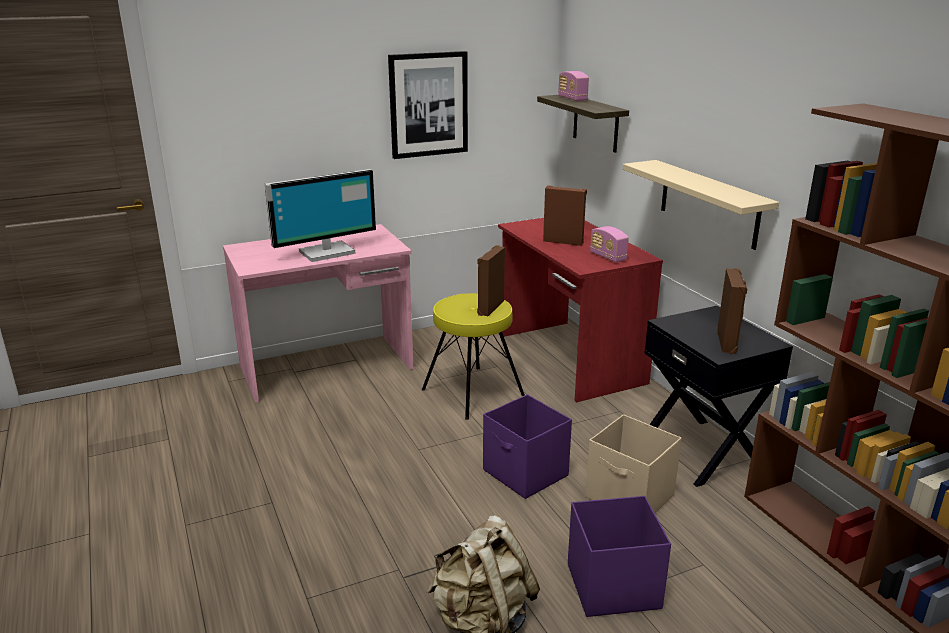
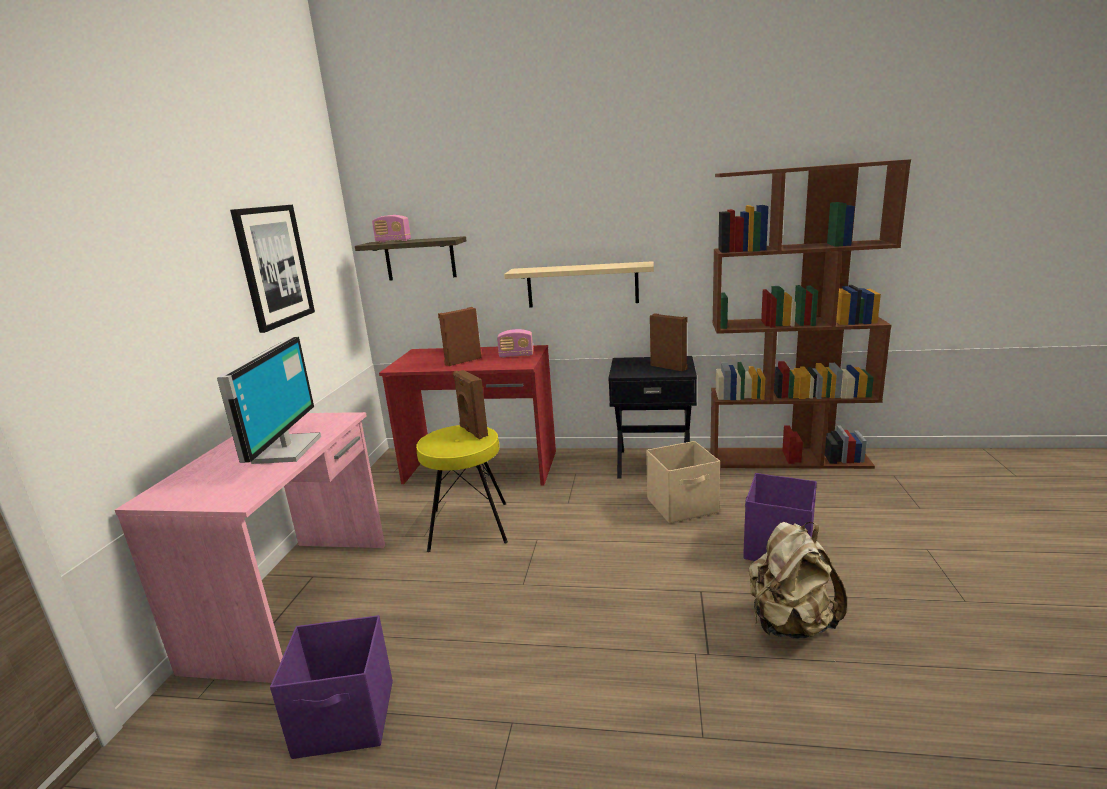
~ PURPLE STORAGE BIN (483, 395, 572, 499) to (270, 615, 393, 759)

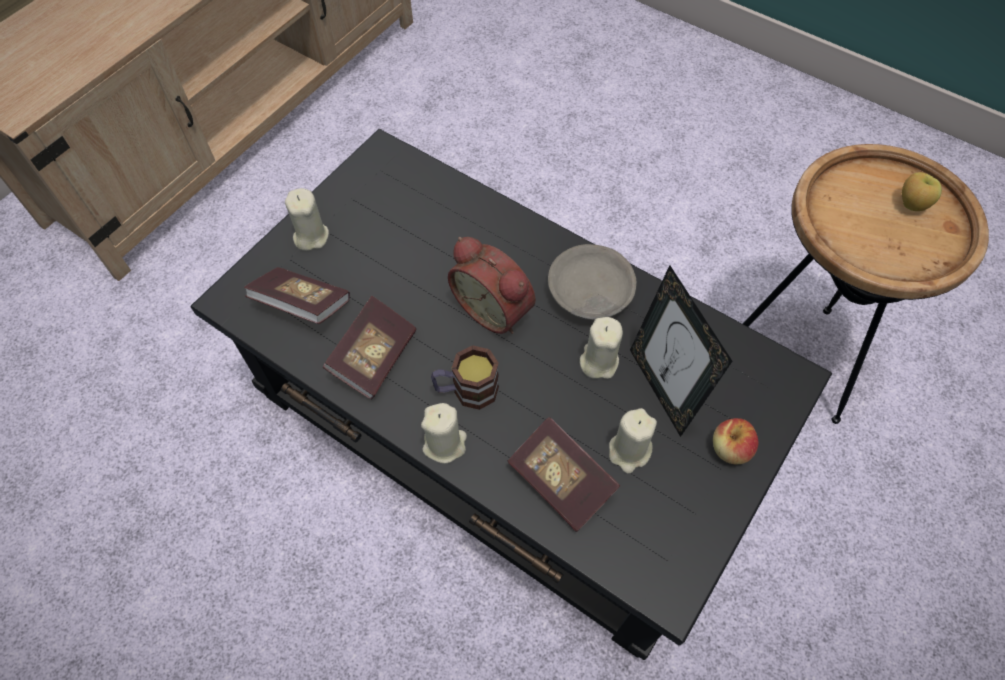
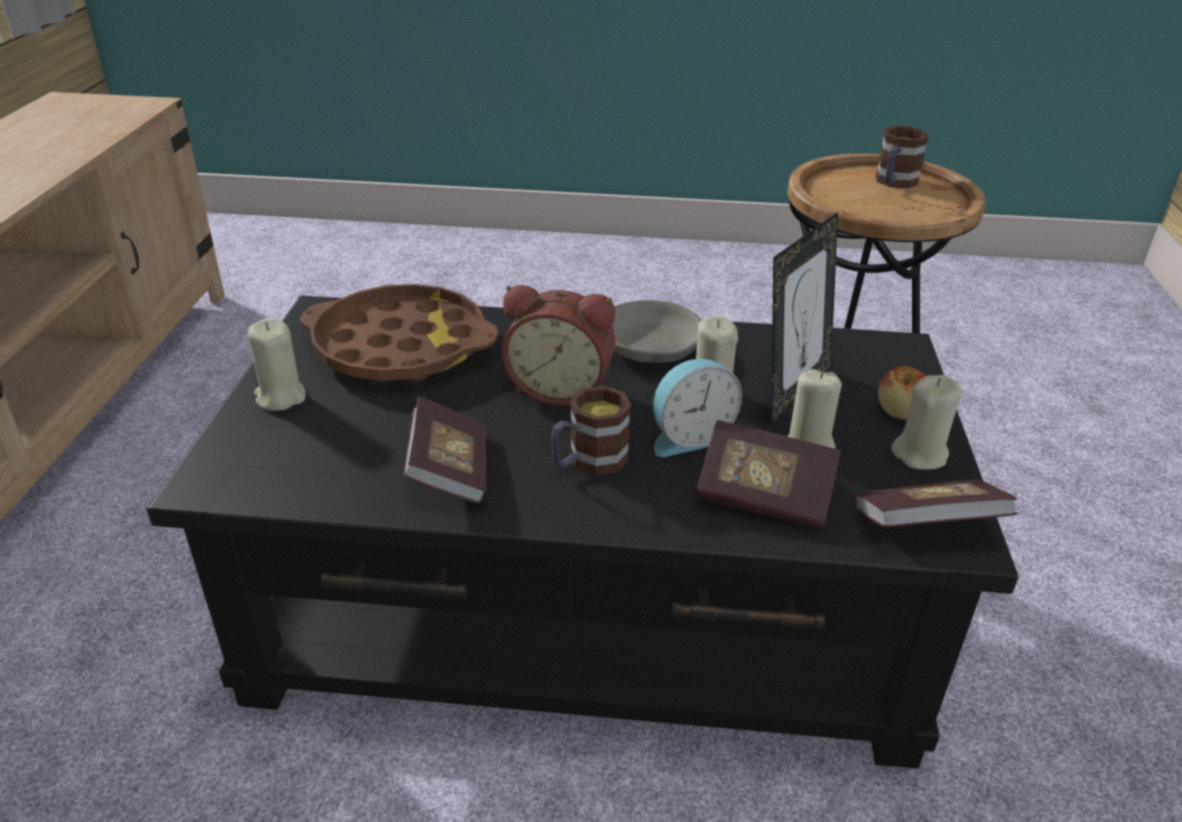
~ APPLE (902, 172, 942, 211) to COFFEE MUG (876, 126, 929, 188)
~ PICTURE FRAME (630, 265, 732, 437) = (771, 212, 838, 425) 90 degrees counterclockwise
~ VOLUME (244, 267, 350, 324) to (854, 479, 1018, 527)
~ BEIGE-COLOURED CANDLE (421, 403, 467, 463) to (891, 375, 961, 470)
+ BROWNISH SERVING TRAY (300, 284, 498, 381)
+ TABLE CLOCK (653, 359, 742, 457)

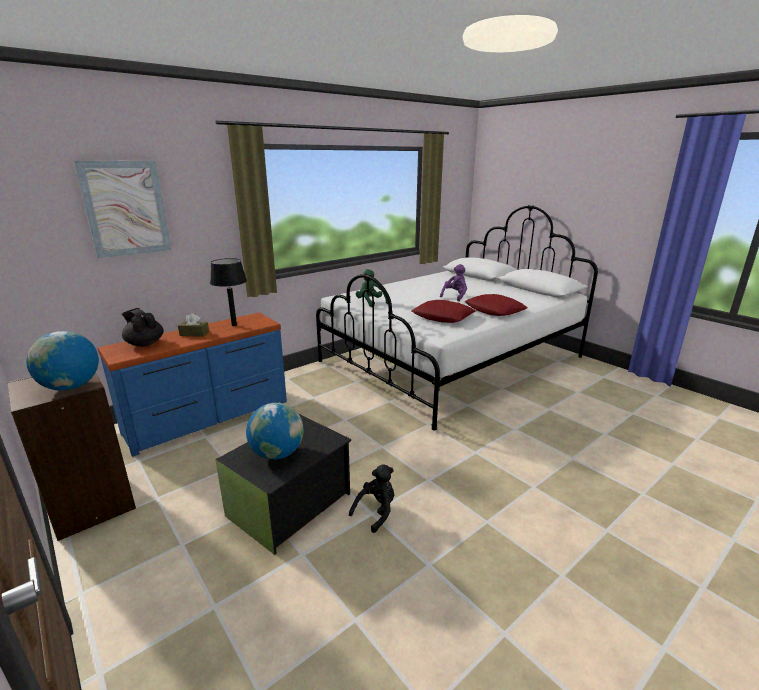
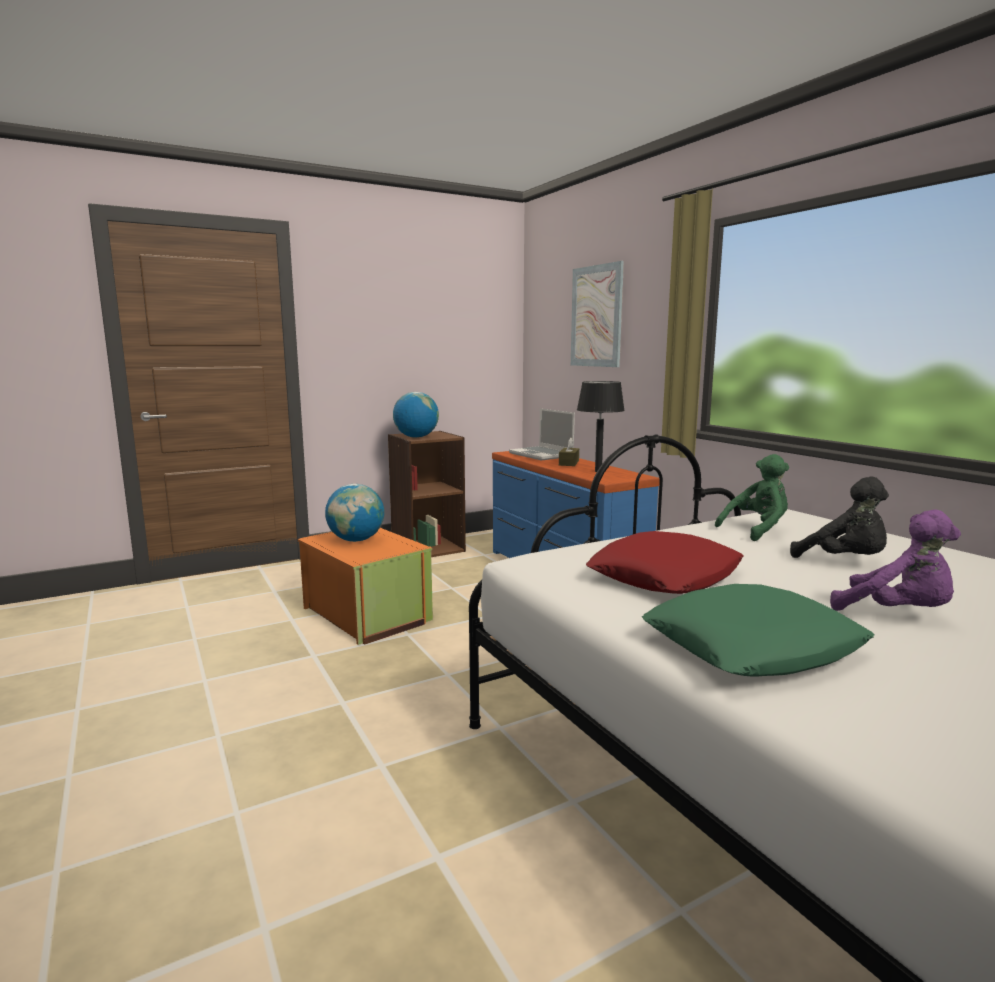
~ REDDISH THROW PILLOW (465, 294, 527, 316) to GREEN THROW PILLOW (642, 584, 874, 677)
~ BLACK TEA POT (122, 308, 164, 347) to NOTEBOOK COMPUTER (509, 408, 575, 461)
~ BLACK STORAGE BIN (215, 414, 351, 555) to ORANGE-COLOURED STORAGE BIN (298, 528, 433, 645)
~ BLACK CUDDLY TOY (349, 464, 394, 533) to (790, 477, 889, 558)

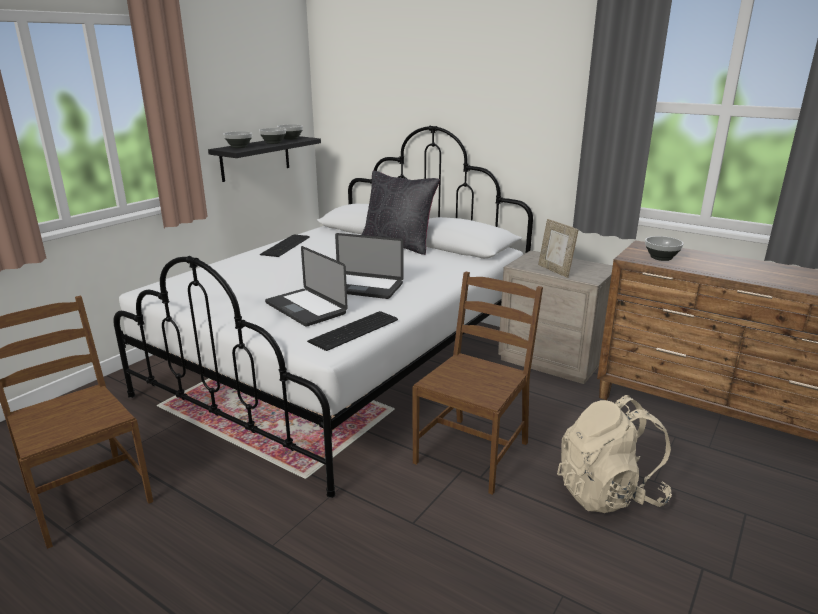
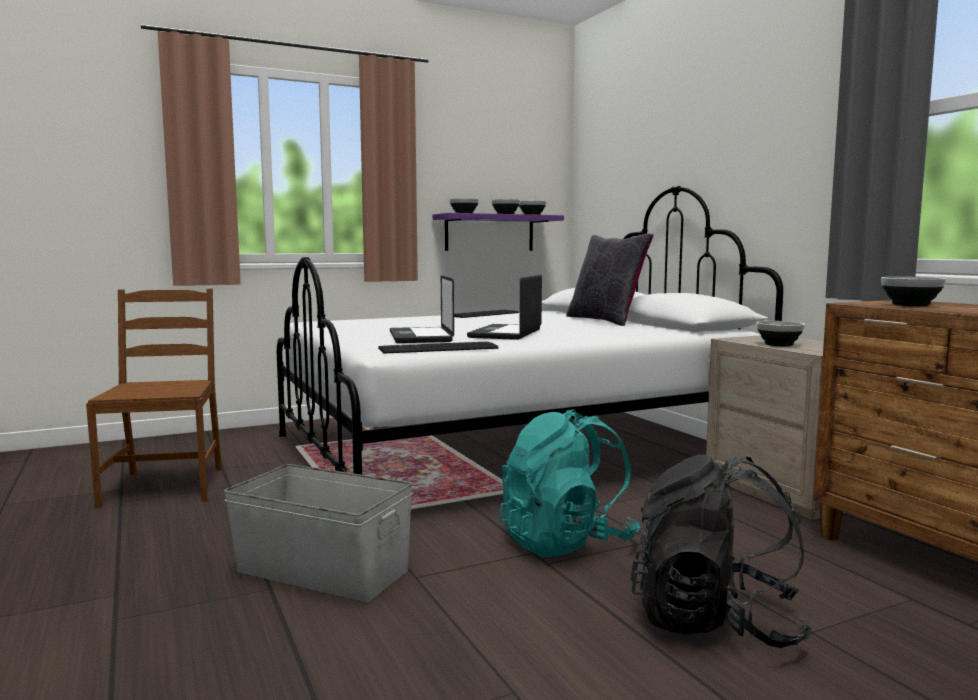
~ BLACK SHELF (208, 136, 321, 182) to PURPLE SHELF (432, 213, 564, 251)
~ PICTURE FRAME (538, 219, 578, 278) to DEEP DISH (756, 321, 805, 346)
~ NOTEBOOK COMPUTER (335, 233, 404, 299) = (467, 275, 542, 340) 60 degrees clockwise
~ BROWNISH PLAIN CHAIR (412, 272, 543, 495) to BLUE-GREEN KNAPSACK (499, 409, 640, 557)
~ BEIGE-COLOURED KNAPSACK (557, 395, 672, 513) to BLACK KNAPSACK (631, 455, 814, 648)
+ GREY STORAGE BIN (224, 464, 413, 602)

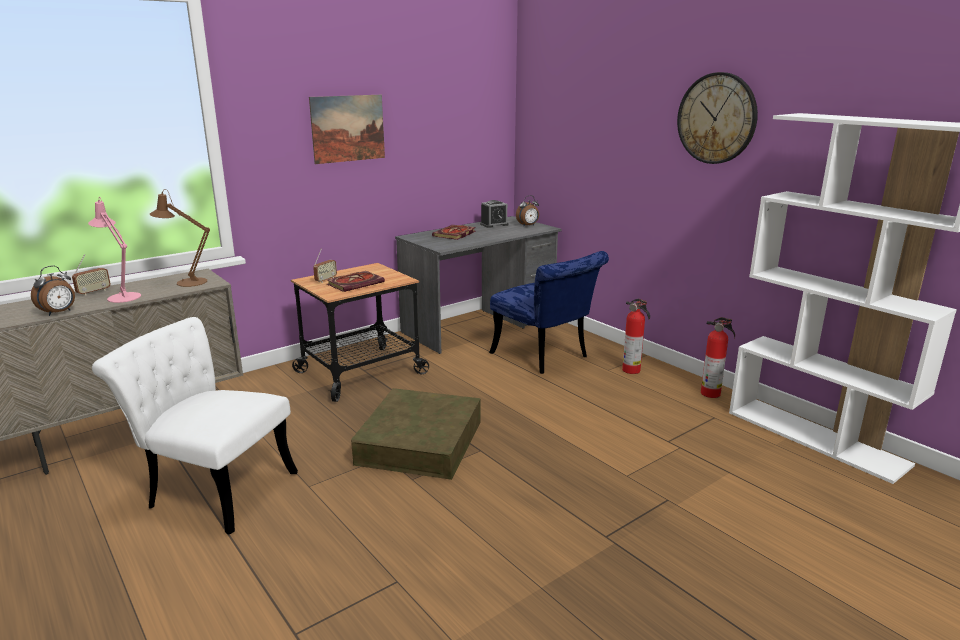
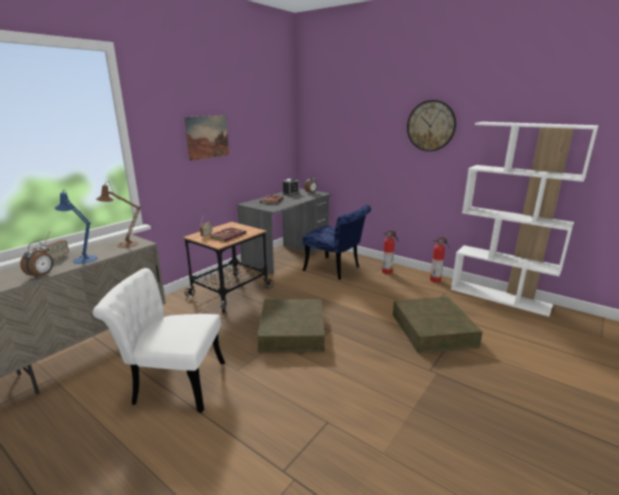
~ PINKISH TABLE LAMP (88, 197, 141, 303) to BLUE-COLOURED TABLE LAMP (55, 189, 97, 264)
+ BROWNISH STORAGE BIN (393, 297, 483, 353)

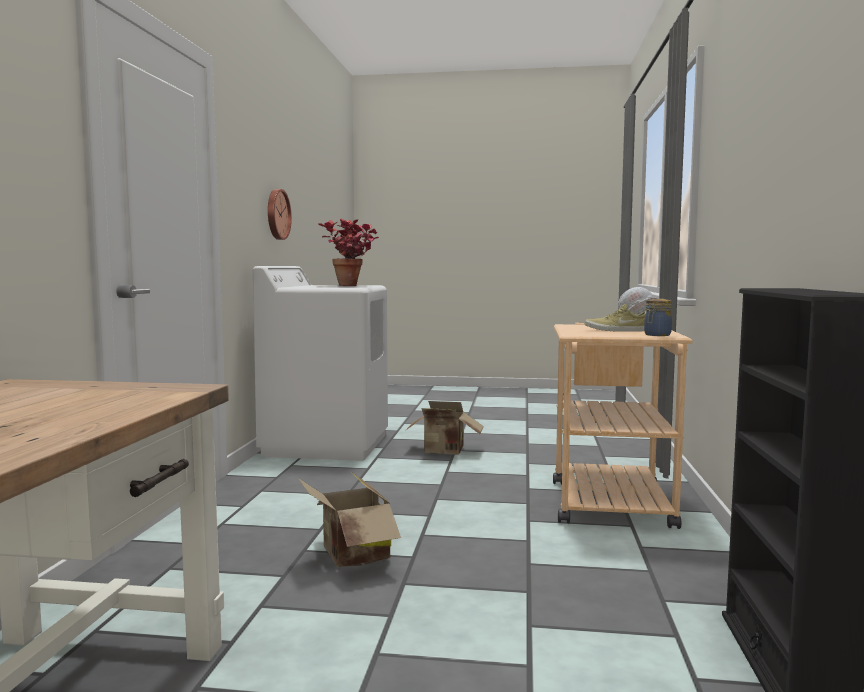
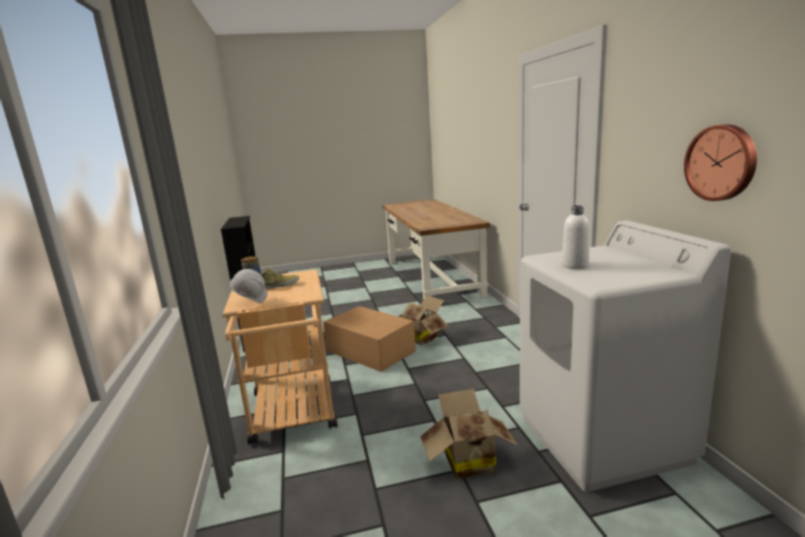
~ HOUSEPLANT (318, 219, 379, 286) to WHITISH BOTTLE (562, 205, 590, 269)
+ PACKING BOX (323, 306, 416, 372)

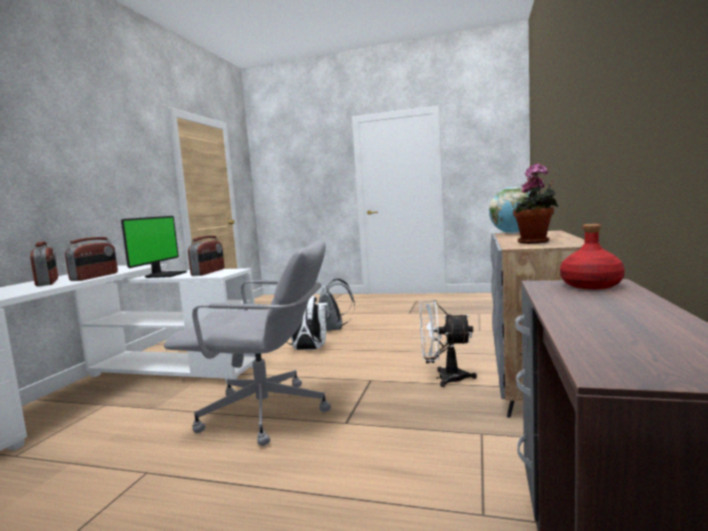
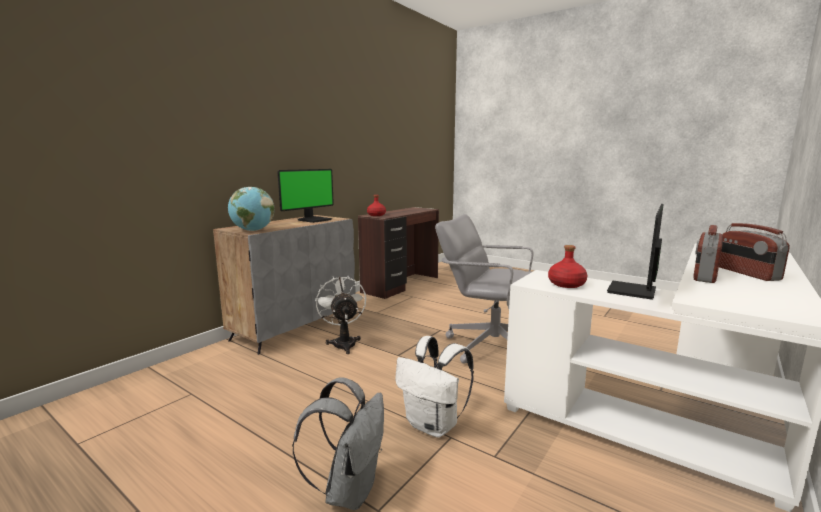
~ HOUSEPLANT (513, 163, 558, 244) to COMPUTER SCREEN (278, 169, 334, 223)
~ RADIO SET (188, 235, 224, 276) to REDDISH BOTTLE (548, 245, 588, 288)
~ WHITISH FAN (420, 300, 477, 387) = (315, 276, 366, 354) 135 degrees counterclockwise

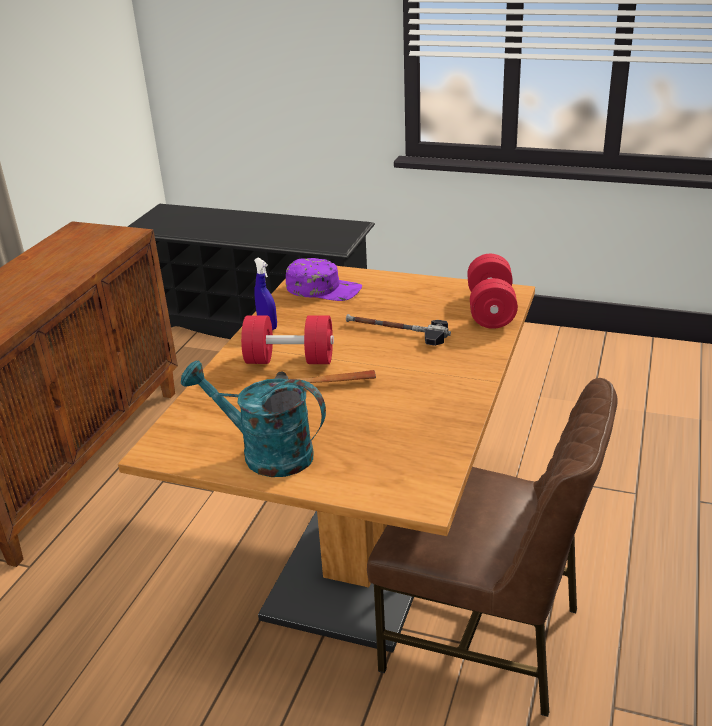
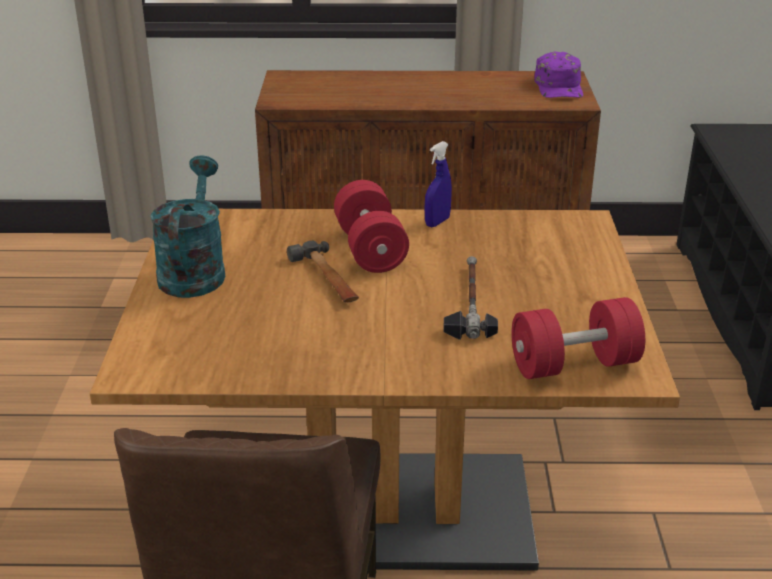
~ PURPLE BASEBALL CAP (286, 258, 362, 301) to (534, 51, 583, 98)

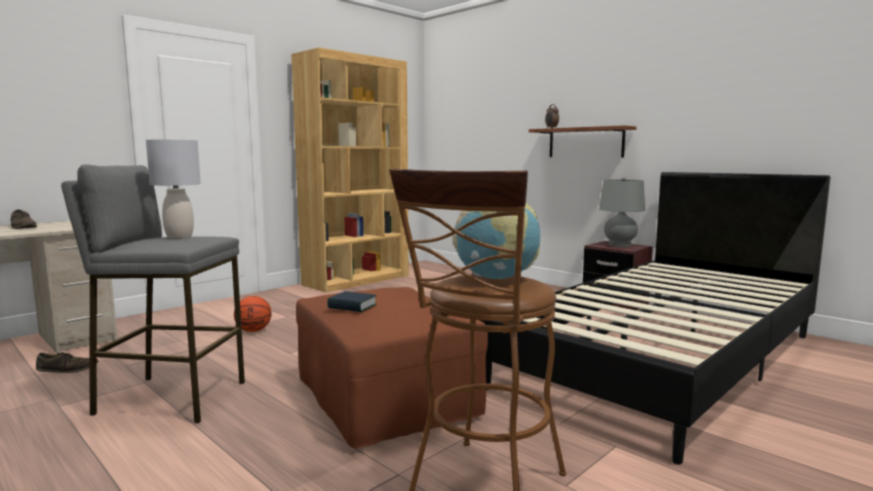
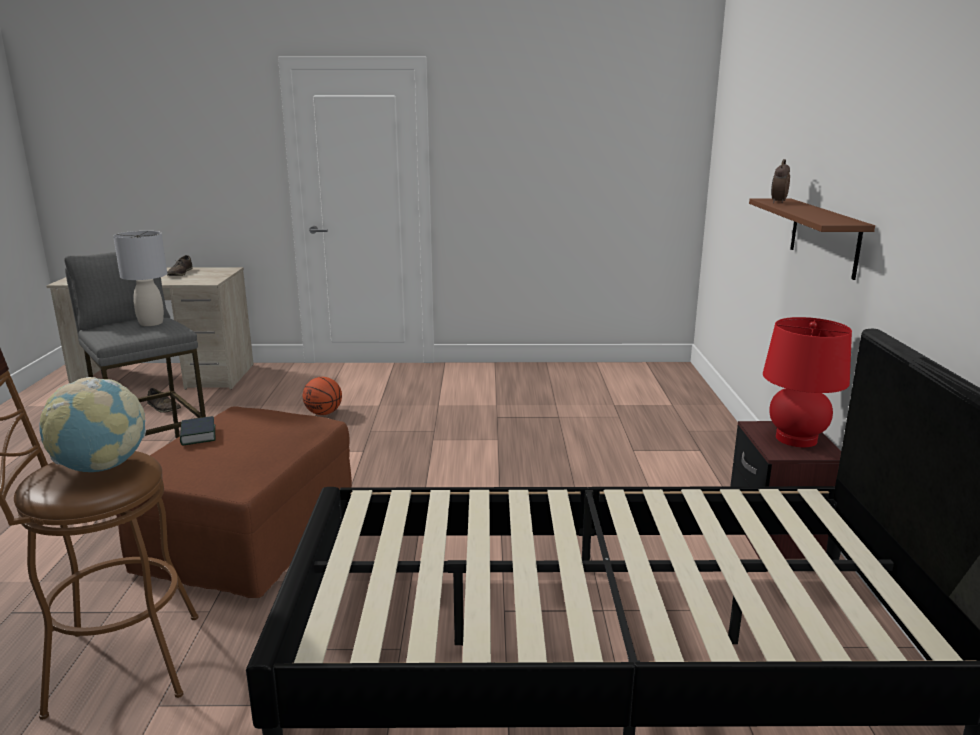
- BROWNISH SHELVING UNIT (291, 47, 409, 293)
~ GREY TABLE LAMP (599, 178, 645, 247) to REDDISH TABLE LAMP (763, 317, 852, 447)

